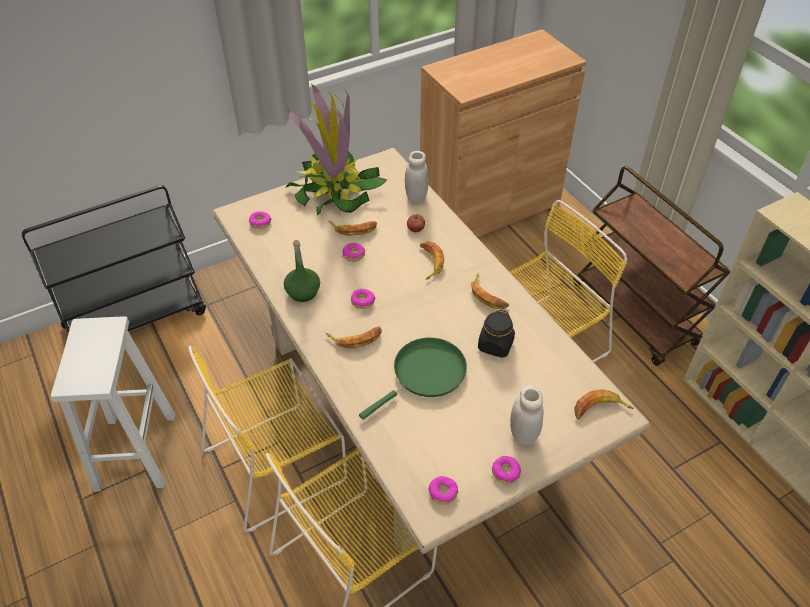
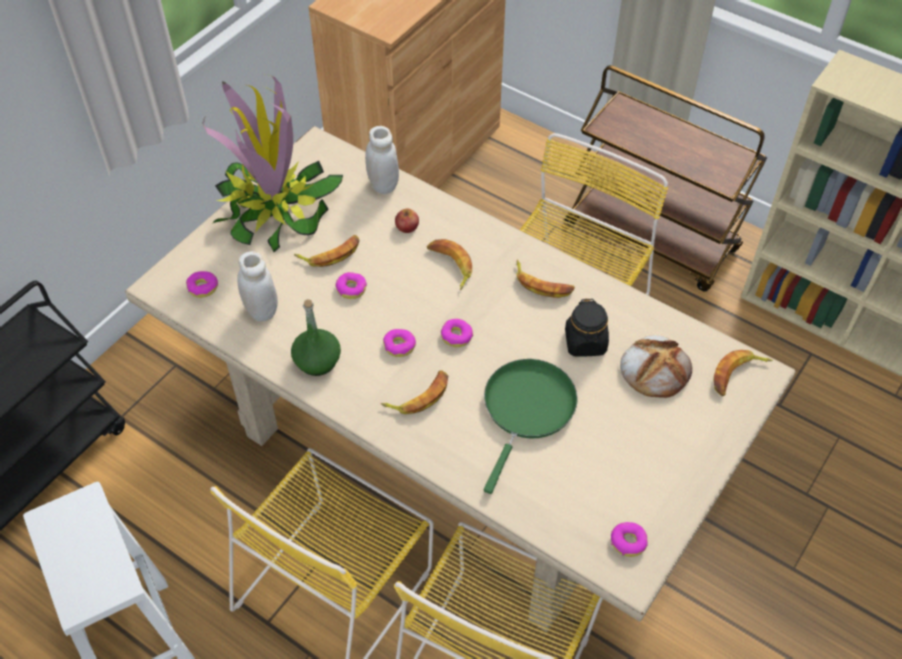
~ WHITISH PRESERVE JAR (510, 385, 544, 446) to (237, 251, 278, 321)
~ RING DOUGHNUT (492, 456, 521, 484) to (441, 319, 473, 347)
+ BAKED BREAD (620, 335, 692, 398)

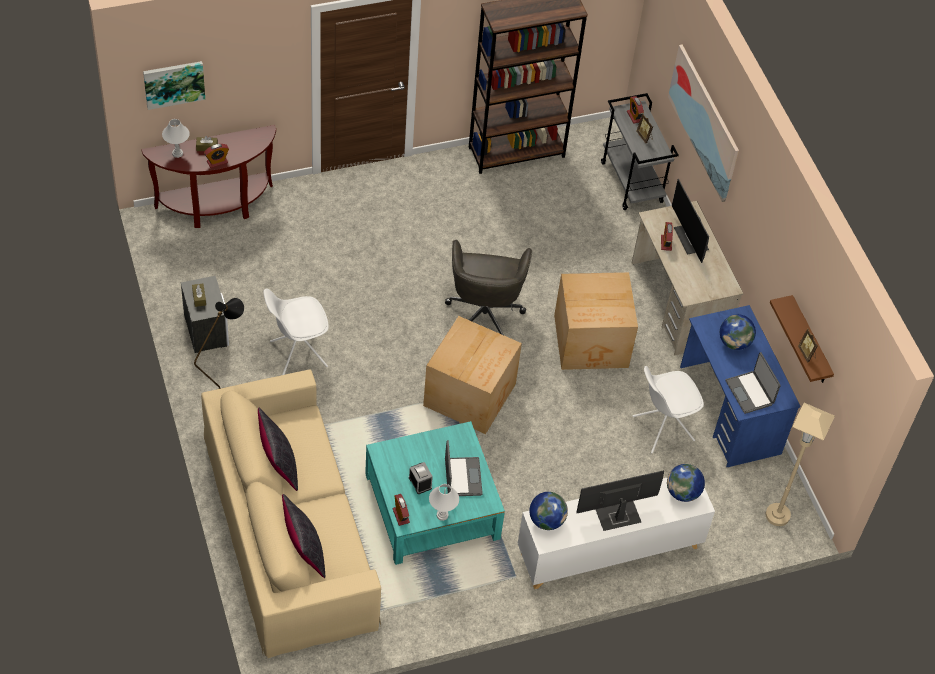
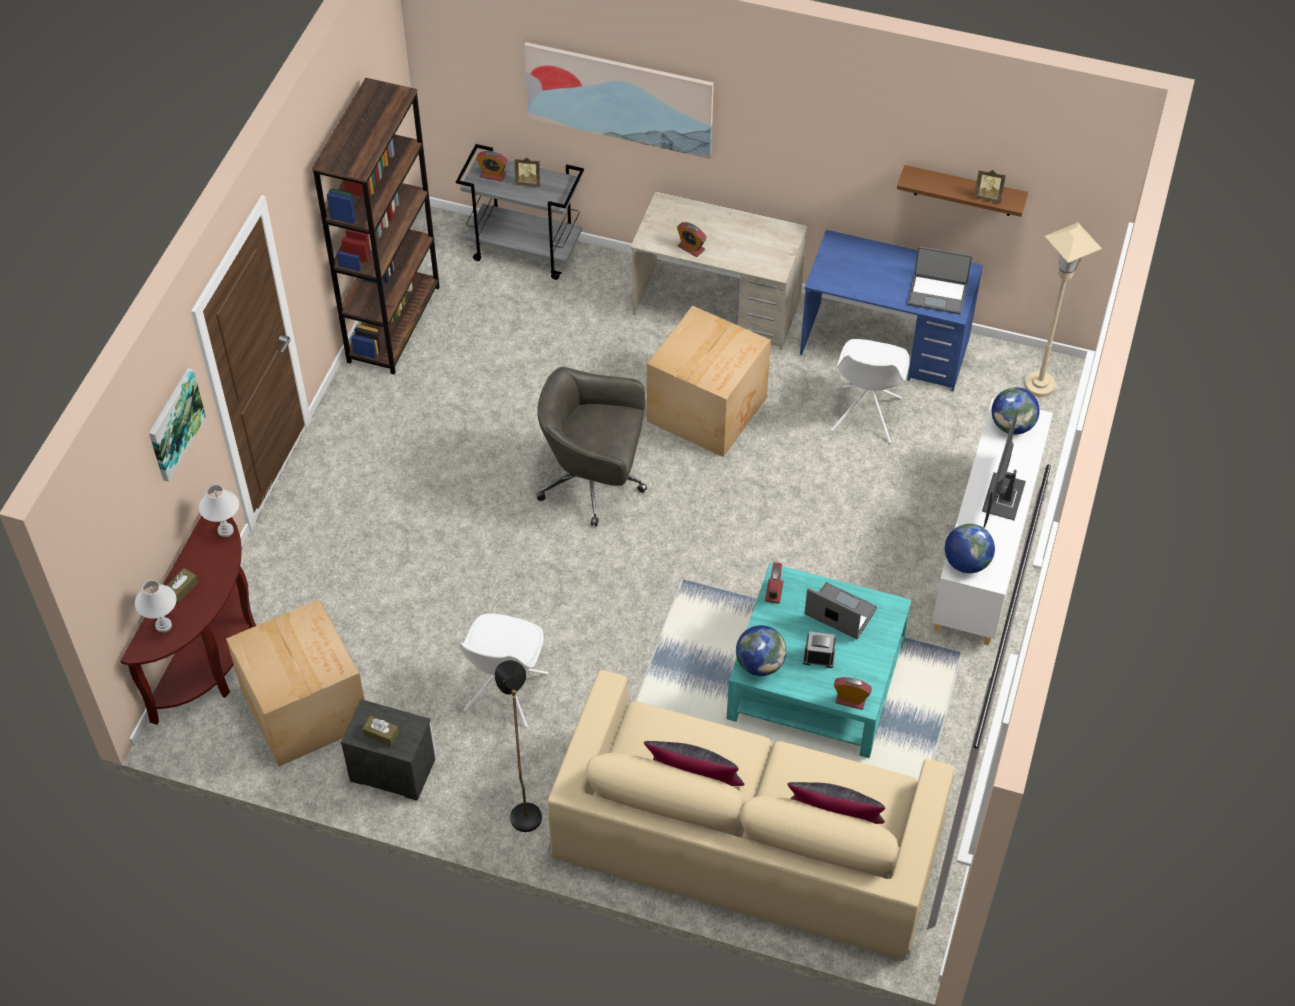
~ WALL PICTURE (143, 61, 205, 110) to (149, 368, 206, 482)
~ TABLE CLOCK (204, 144, 229, 168) to (765, 562, 783, 604)
- COMPUTER SCREEN (672, 179, 709, 263)
~ GREY DESK CHAIR (445, 240, 532, 335) = (537, 367, 647, 526) 150 degrees clockwise
~ GLOBE (720, 314, 756, 350) to (736, 625, 787, 676)
~ PACKING BOX (423, 316, 522, 434) to (226, 599, 365, 767)
~ WHITISH TABLE LAMP (429, 484, 459, 521) to (199, 485, 239, 537)

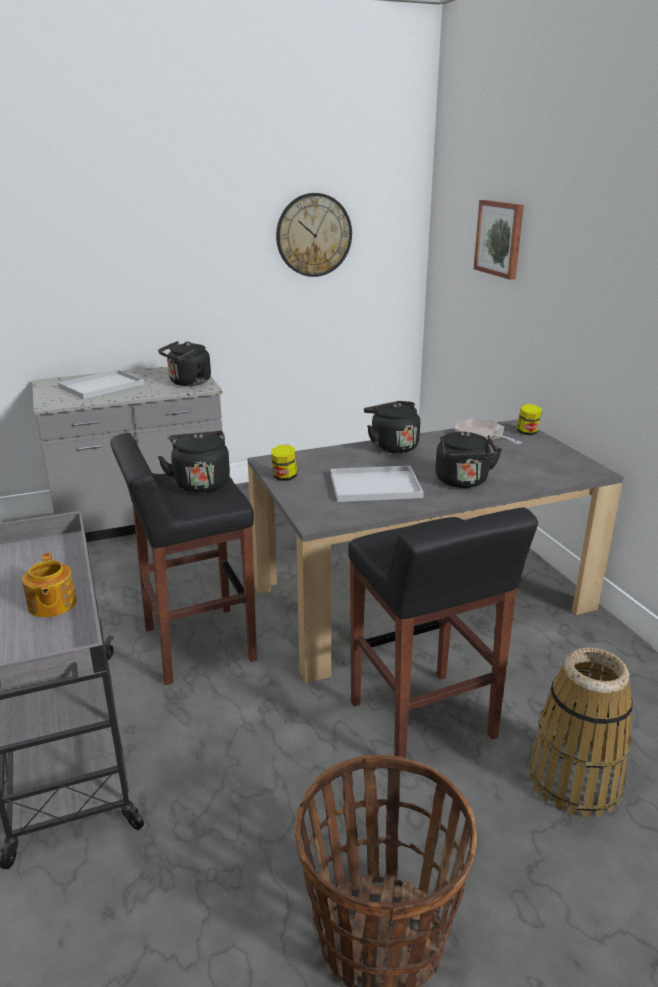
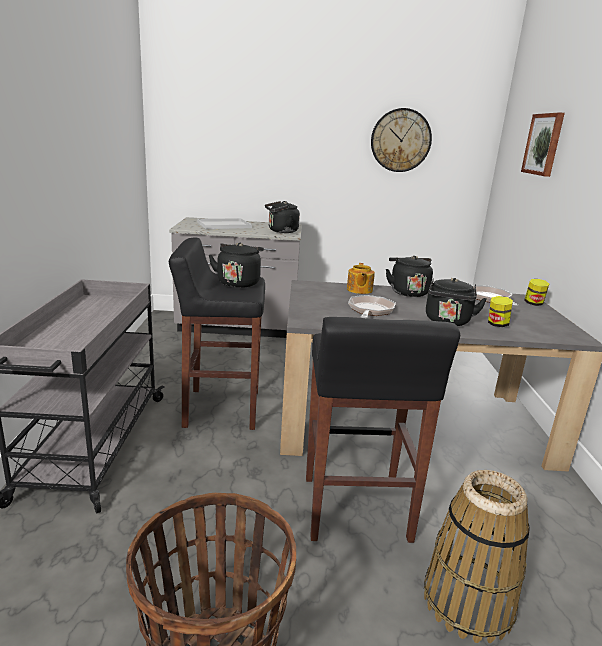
~ PRESERVE JAR (271, 445, 297, 481) to (488, 296, 513, 327)
~ WHITISH SERVING TRAY (331, 466, 424, 502) to PAN (348, 295, 396, 318)
~ TEA POT (22, 553, 77, 617) to (347, 263, 375, 294)

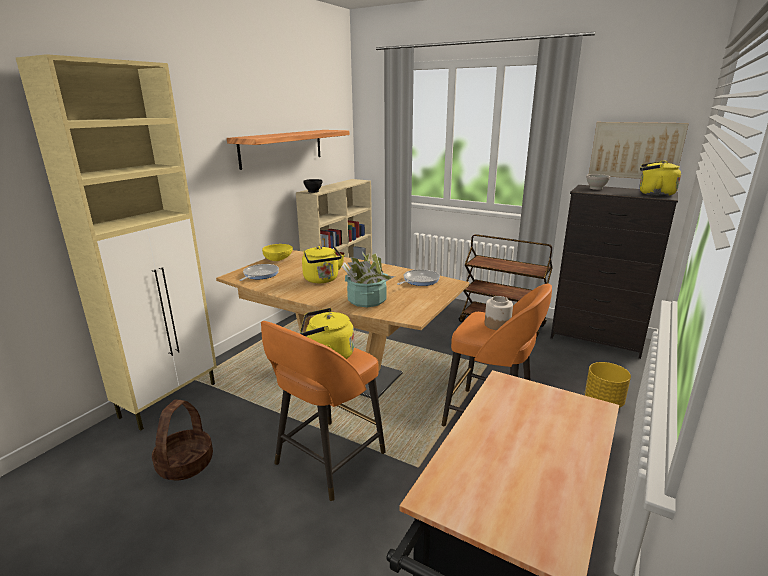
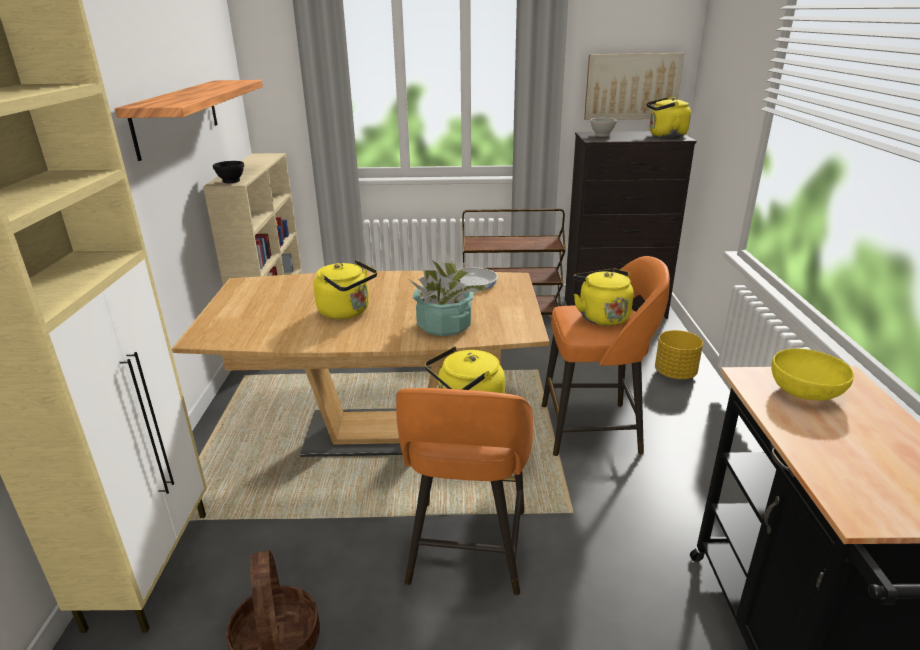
~ YELLOW DEEP DISH (262, 244, 293, 261) to (772, 348, 854, 401)
- PAN (239, 264, 279, 281)
~ PRESERVE JAR (485, 296, 513, 330) to YELLOW WATER KETTLE (573, 269, 634, 326)

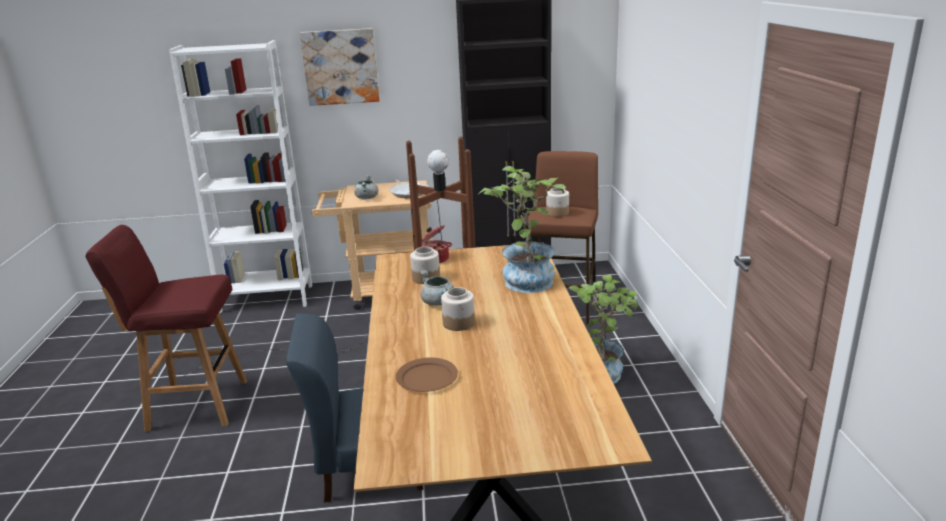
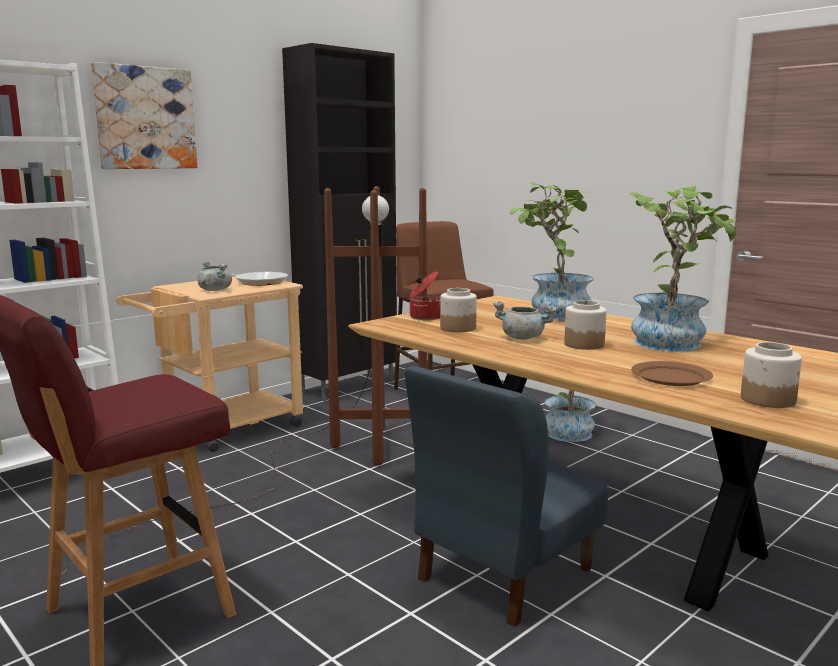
~ PRESERVE JAR (546, 187, 569, 217) to (741, 342, 802, 408)
+ HOUSEPLANT (629, 186, 737, 352)

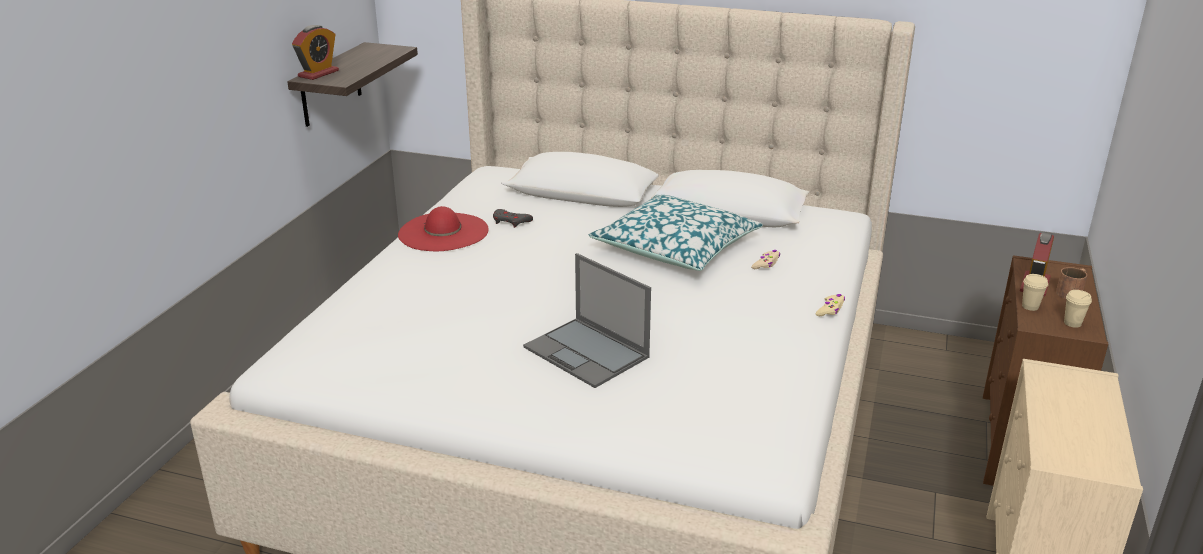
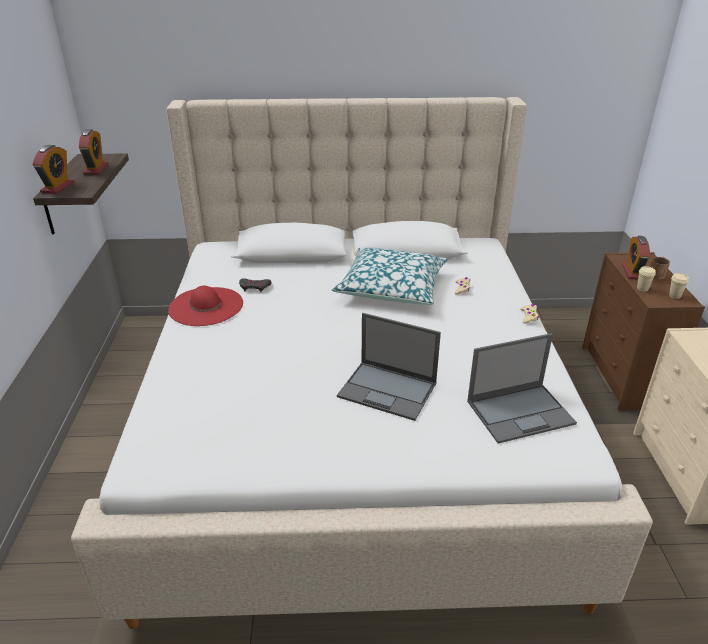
+ TABLE CLOCK (79, 129, 109, 175)
+ NOTEBOOK COMPUTER (467, 333, 577, 444)

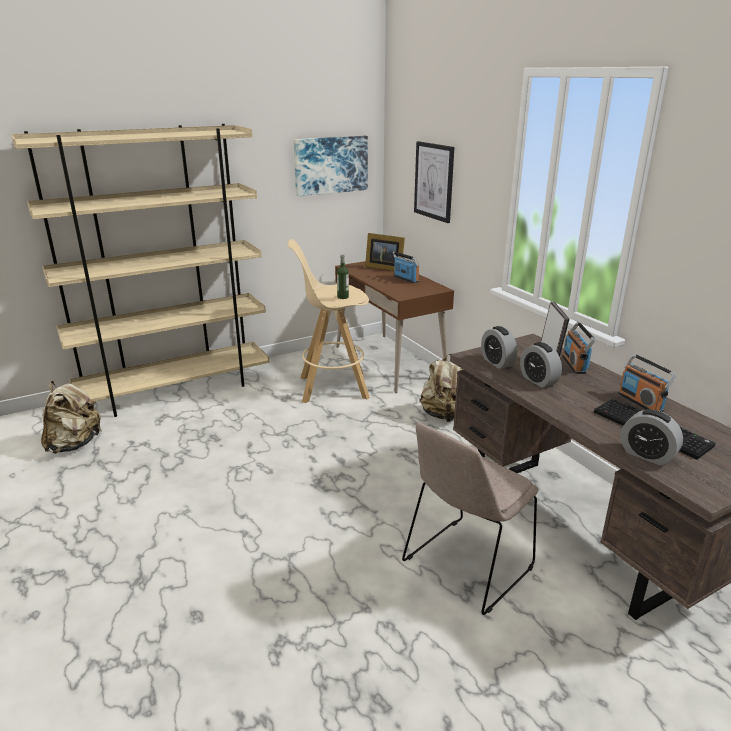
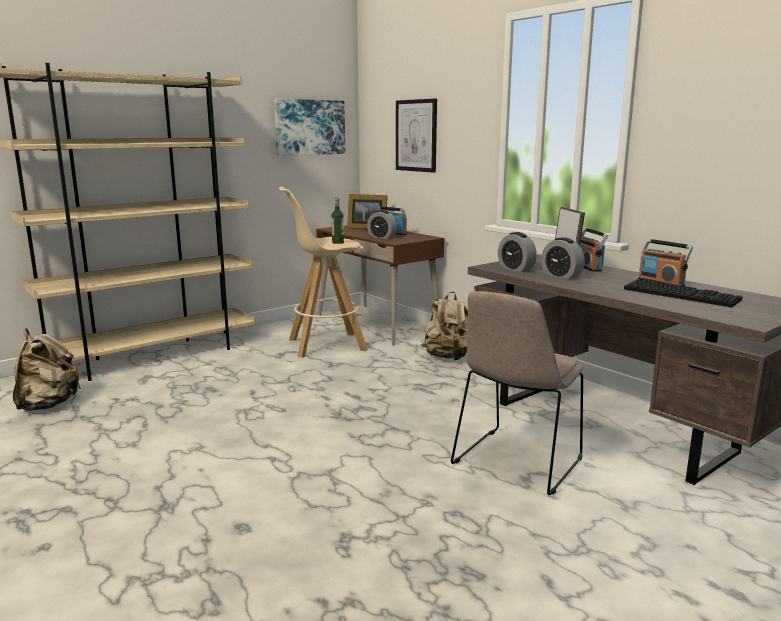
~ TABLE CLOCK (621, 409, 683, 466) to (367, 210, 397, 239)

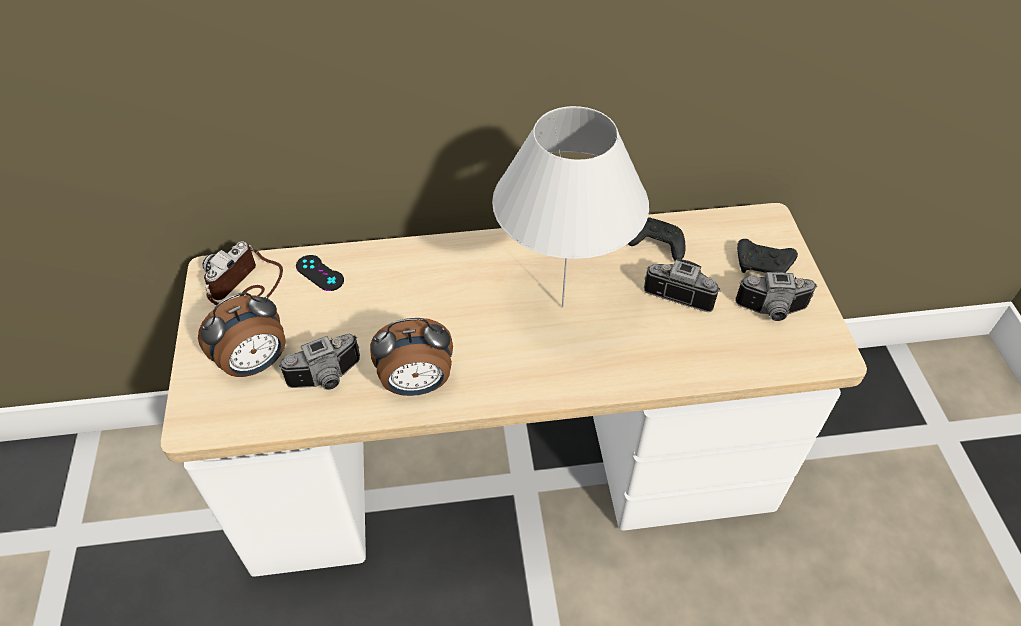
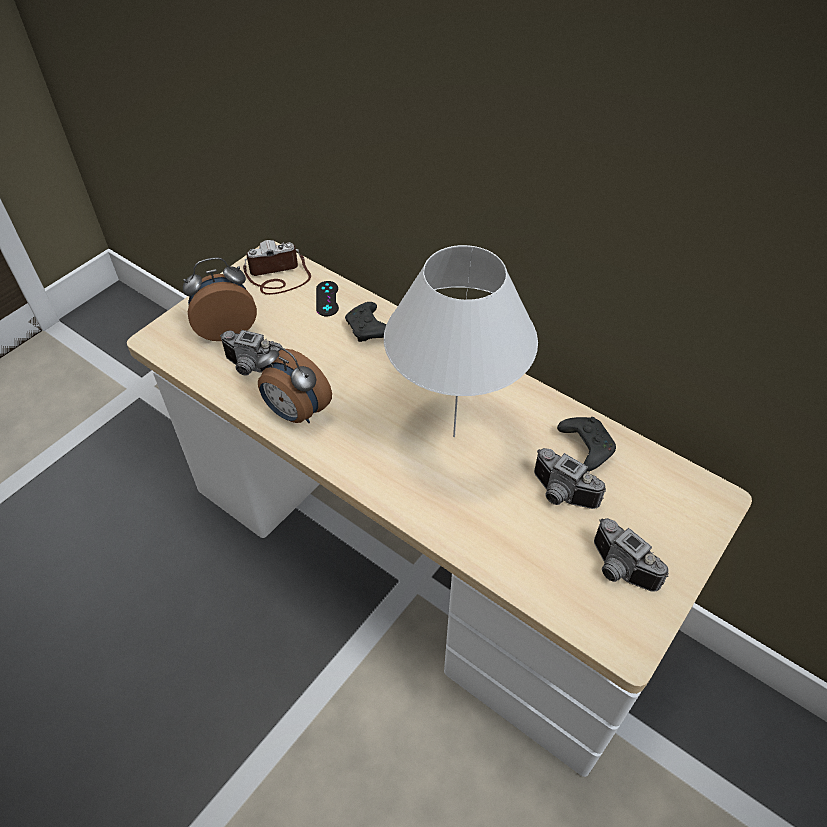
~ BLACK JOYPAD (737, 239, 798, 273) to (345, 302, 386, 342)
~ STILL CAMERA (644, 259, 721, 312) = (534, 448, 606, 509) 150 degrees clockwise
~ TABLE CLOCK (198, 292, 286, 377) = (183, 257, 257, 341) 150 degrees clockwise

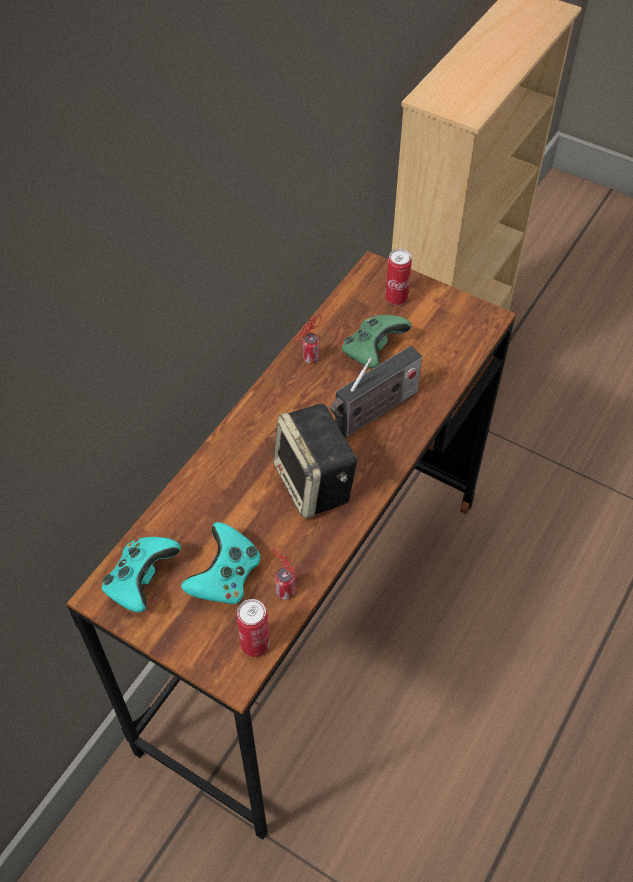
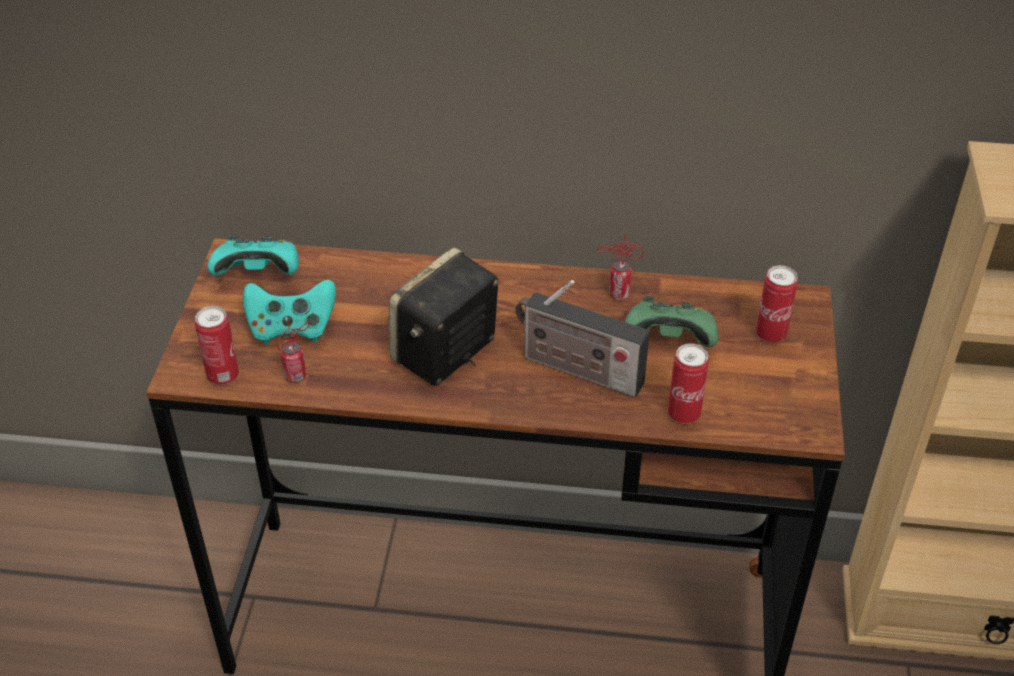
+ CAN (668, 343, 709, 424)

